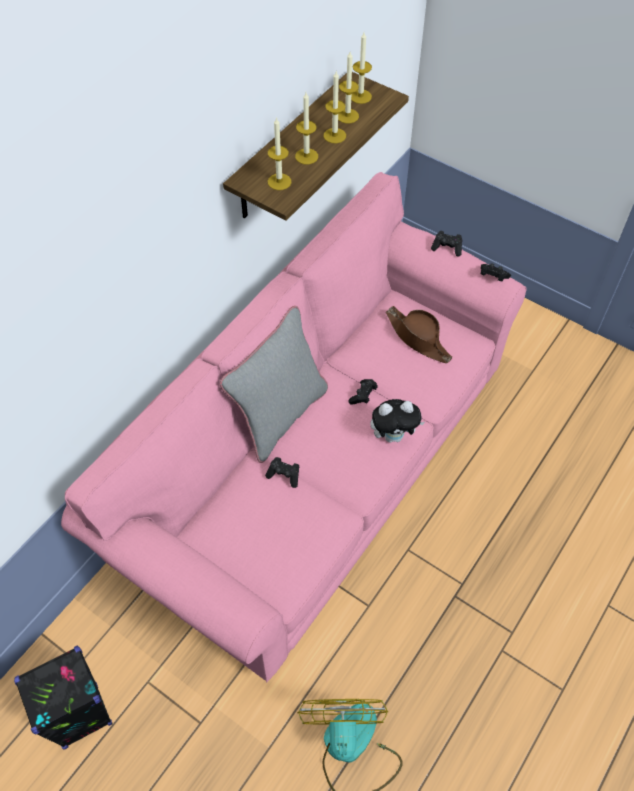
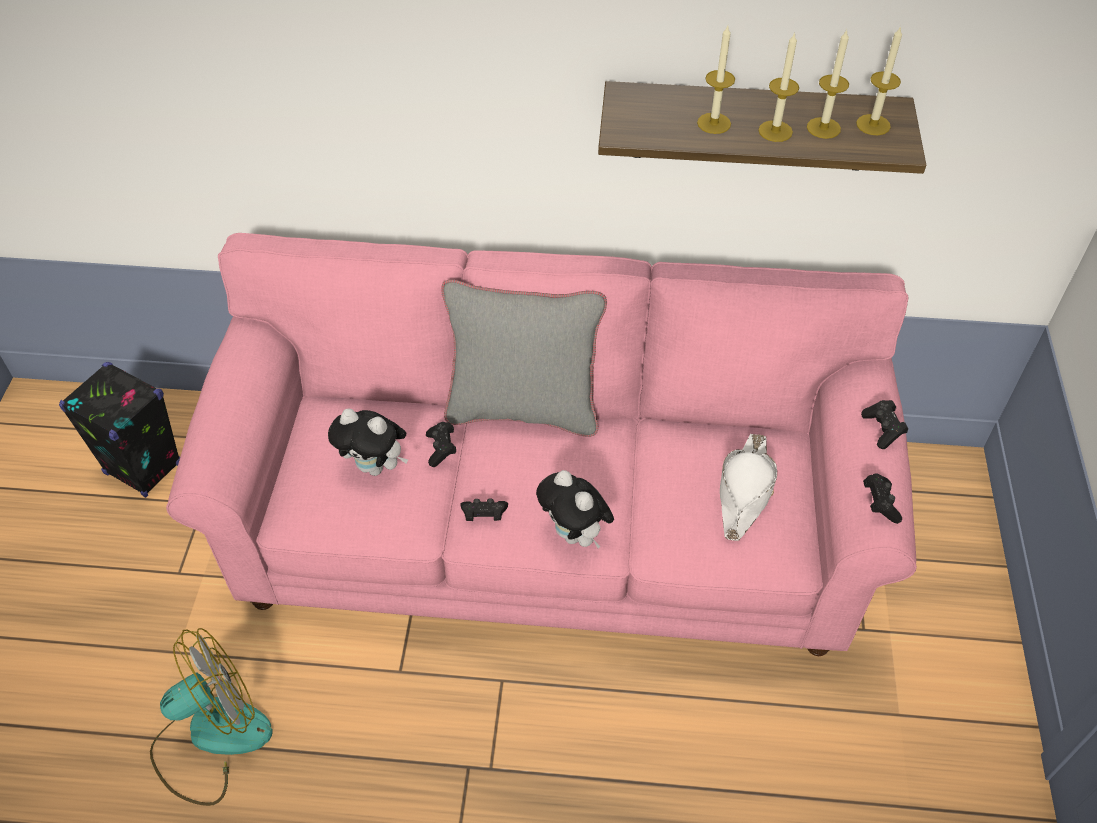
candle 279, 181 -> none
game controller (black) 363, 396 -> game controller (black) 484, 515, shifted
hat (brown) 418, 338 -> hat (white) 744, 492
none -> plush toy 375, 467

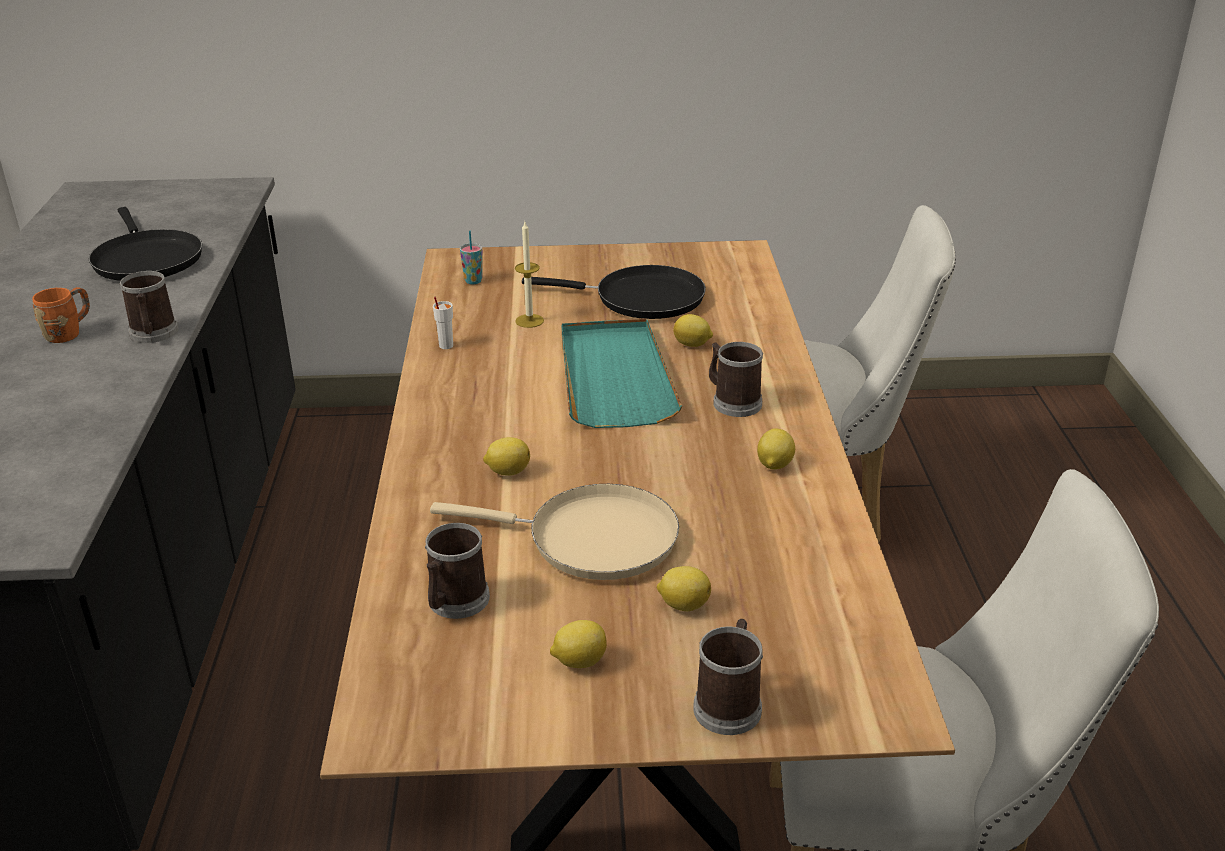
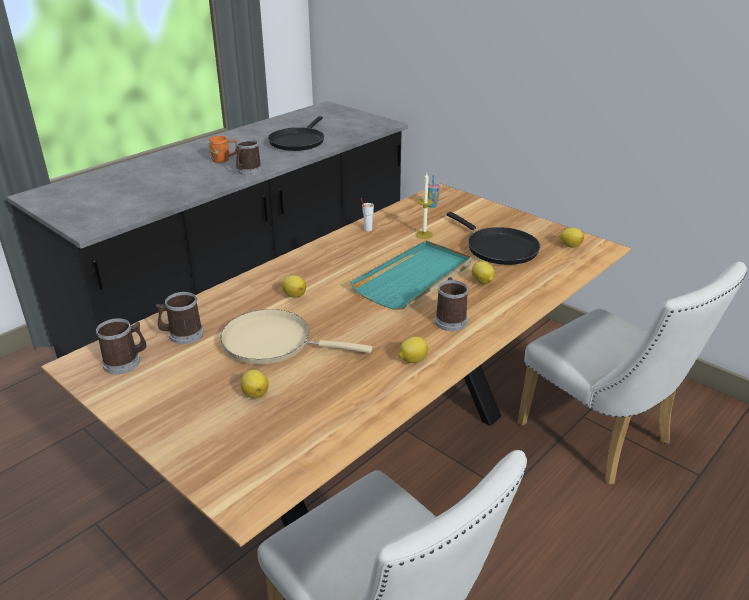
frying pan (beige) 592, 539 -> frying pan (beige) 273, 342, 135 degrees clockwise
lemon 579, 661 -> lemon 569, 246, shifted
mug 729, 704 -> mug 126, 362, shifted

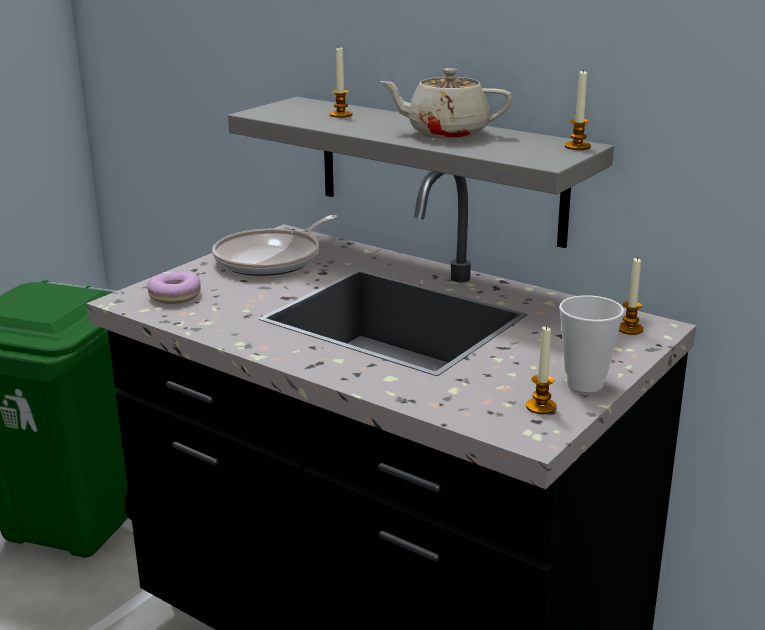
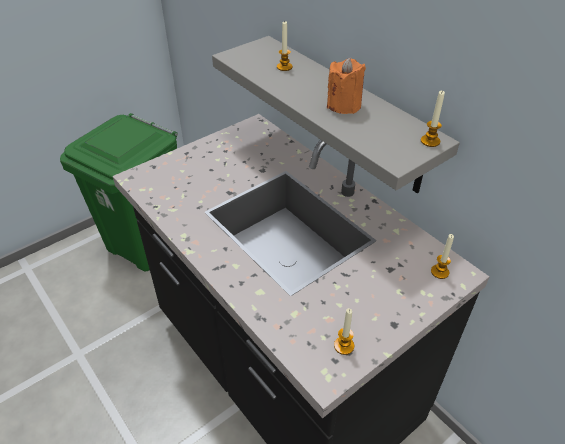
donut 175, 295 -> none
frying pan 272, 259 -> none
teapot (beige) 446, 133 -> candle (orange) 344, 105
cup 585, 383 -> none

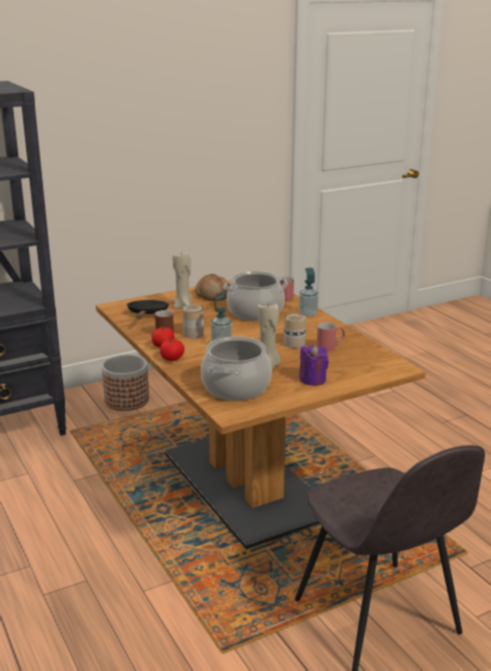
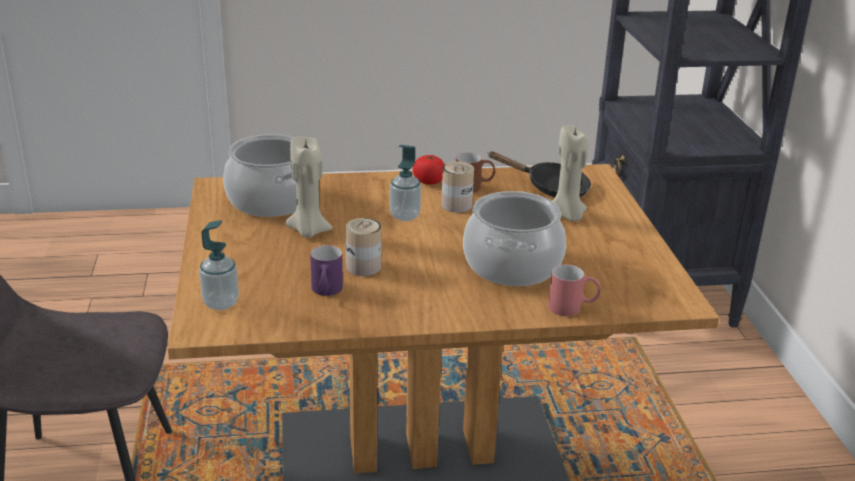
planter 127, 400 -> none
tomato 172, 358 -> none
bread 213, 295 -> none
soap dispenser 308, 314 -> soap dispenser 221, 303, shifted
candle (purple) 312, 379 -> none
mug (red) 330, 347 -> mug (purple) 326, 292

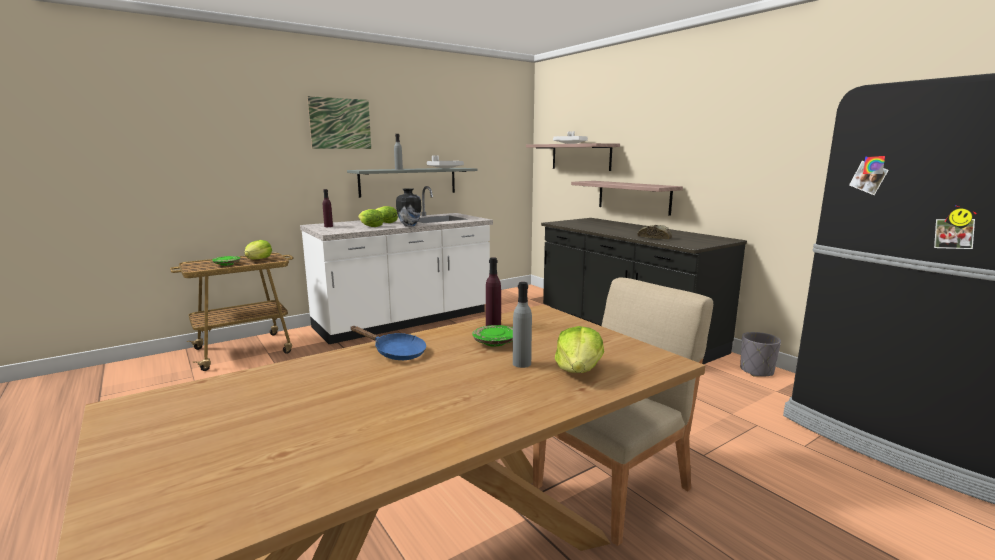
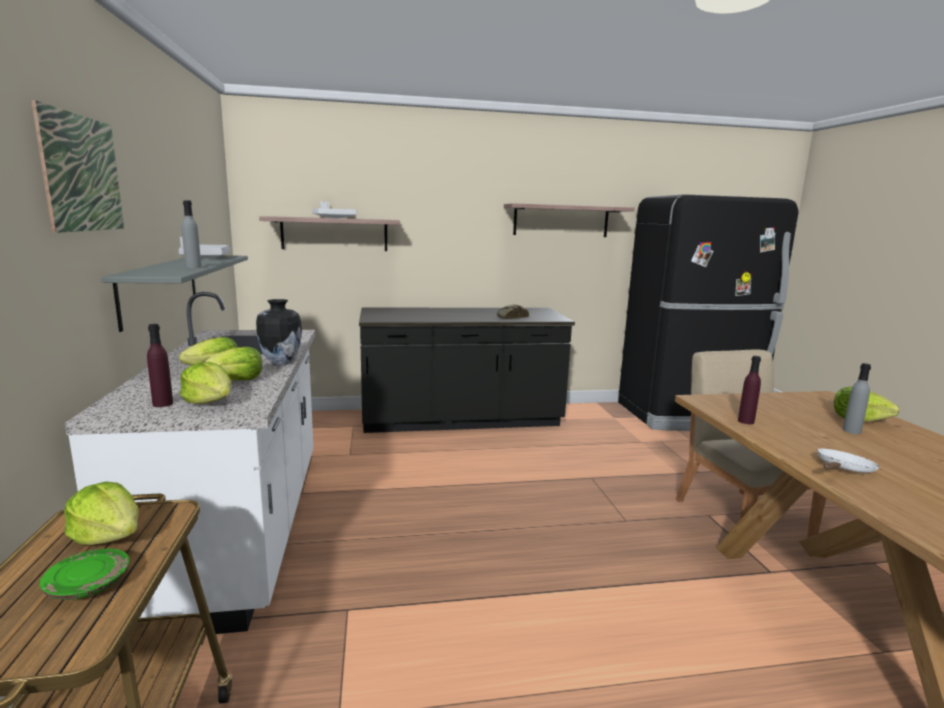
frying pan (blue) 395, 353 -> frying pan (white) 843, 469
plate (green) 495, 342 -> none
shelf 633, 197 -> shelf 561, 221, shifted
planter (grey) 756, 371 -> none
none -> lettuce 210, 401

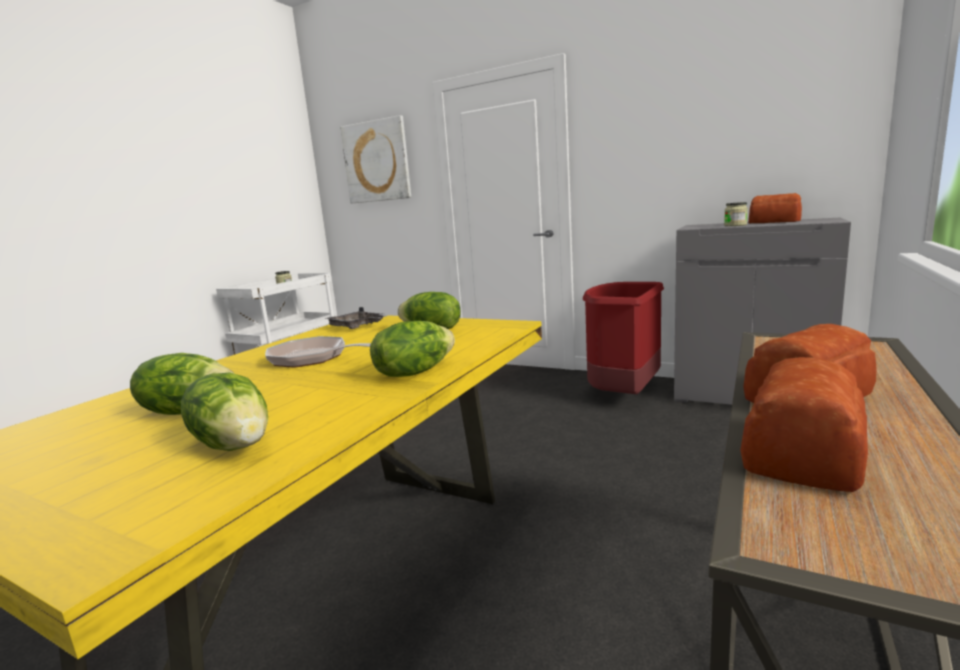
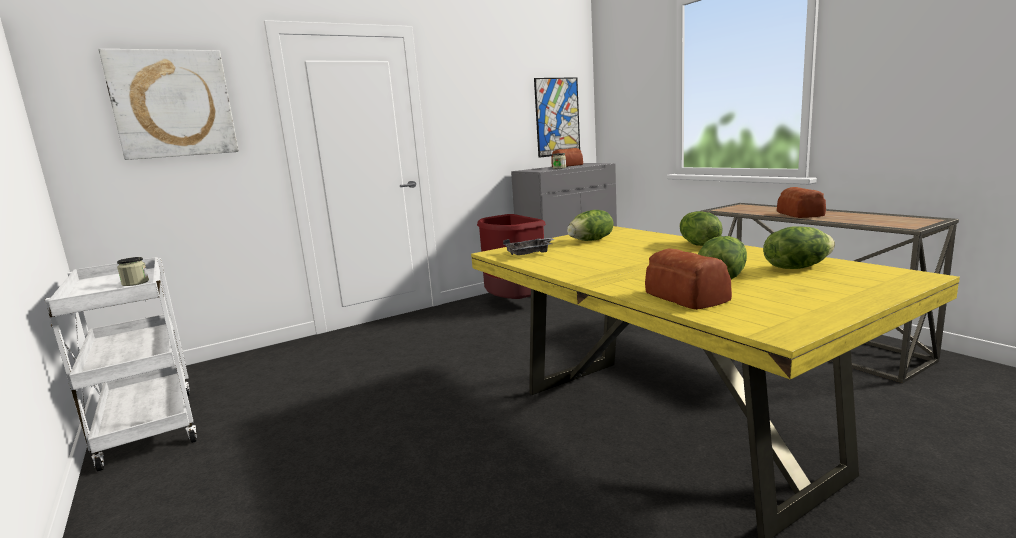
frying pan 313, 358 -> none
bread 799, 453 -> bread 686, 298, shifted
none -> picture 557, 117

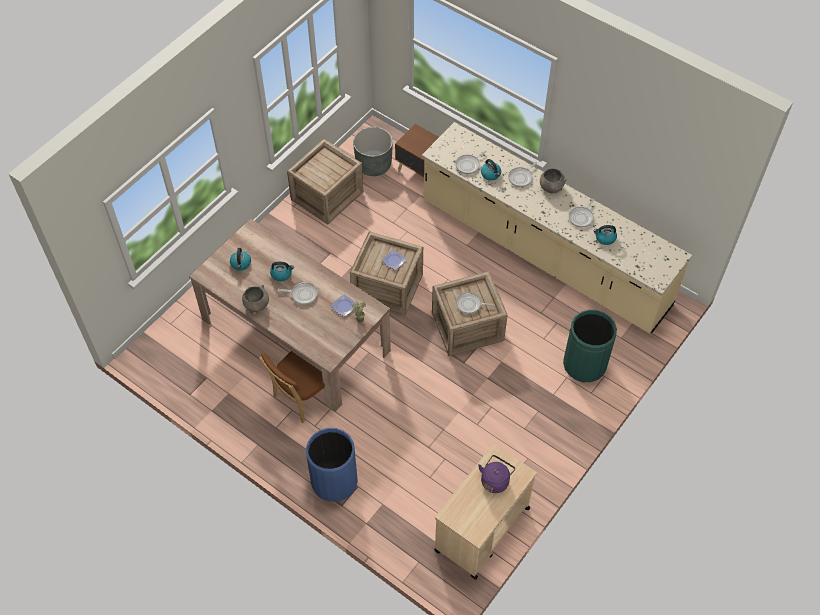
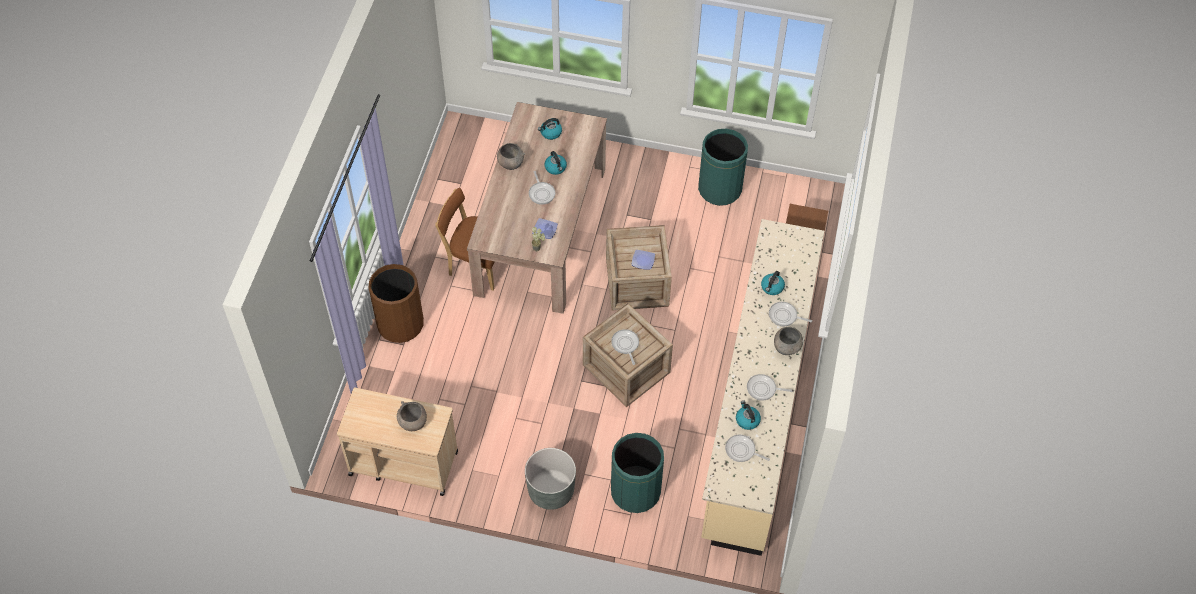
crate 328, 195 -> trash can (green) 720, 189
trash can (blue) 334, 481 -> trash can (brown) 400, 324
planter (grey) 373, 164 -> planter (grey) 551, 491, shifted
frying pan 468, 165 -> frying pan 742, 450, shifted
kettle (purple) 495, 480 -> bowl (grey) 413, 423

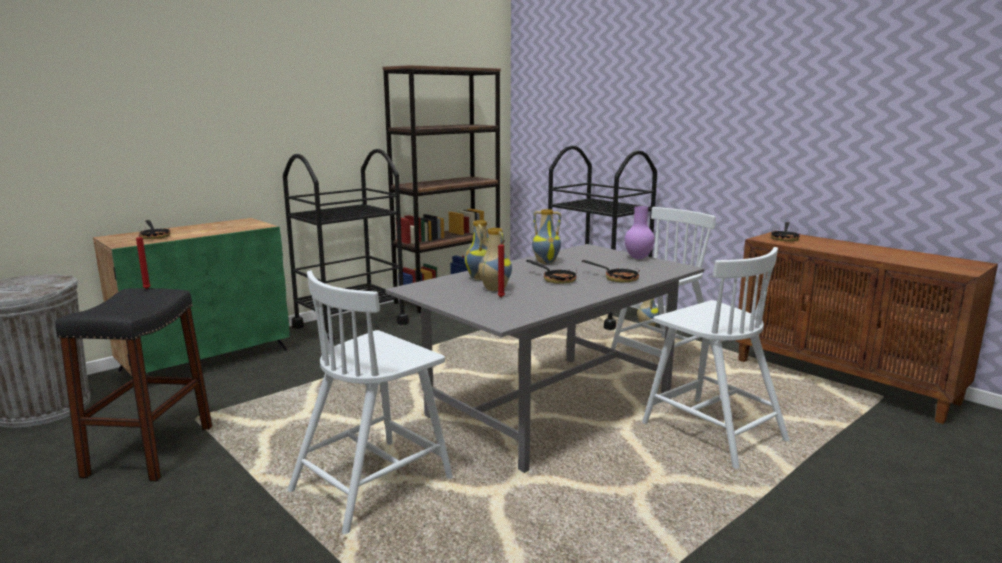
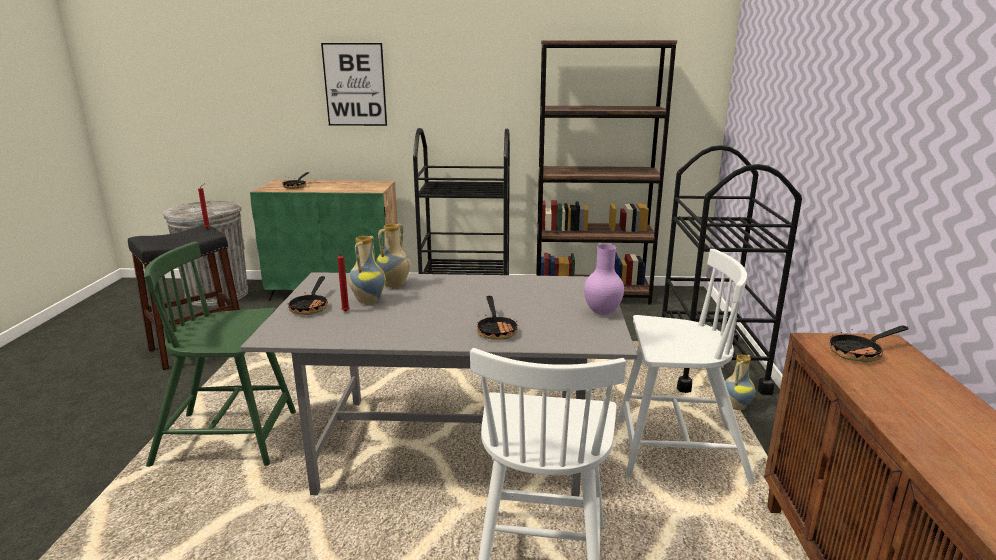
chair (white) 373, 482 -> chair (green) 229, 438
frying pan 555, 279 -> frying pan 311, 307, shifted
vase 546, 262 -> none
none -> picture 355, 85

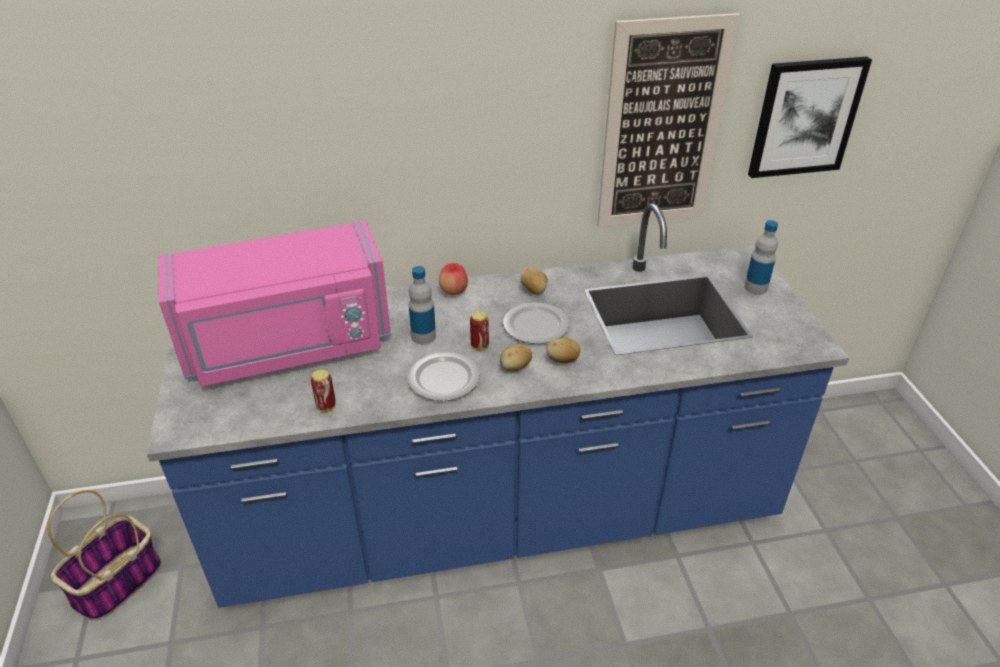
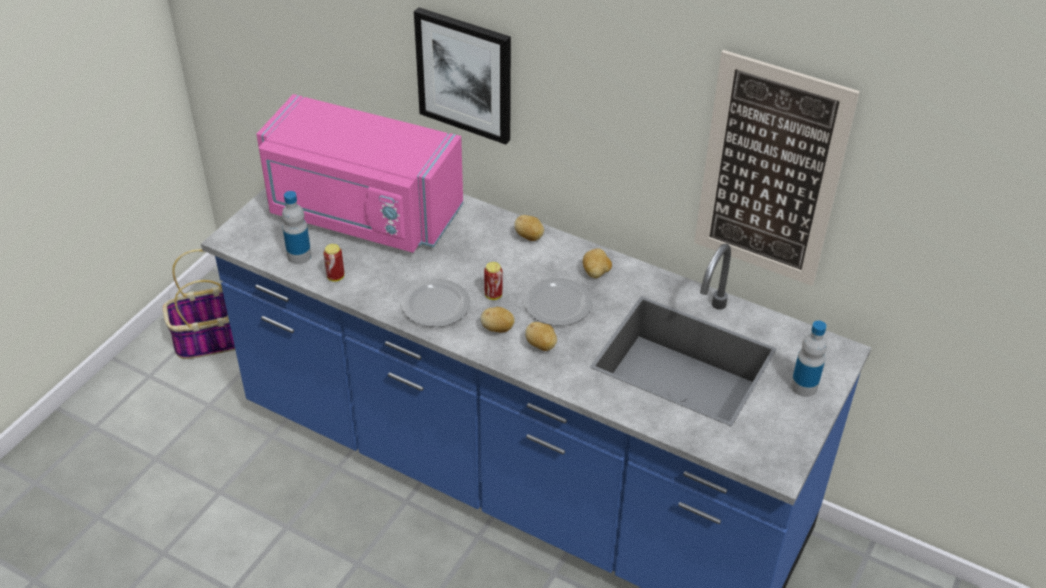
bottle 423, 336 -> bottle 299, 256, shifted
apple 453, 292 -> potato 529, 237
picture 805, 117 -> picture 465, 74, shifted

